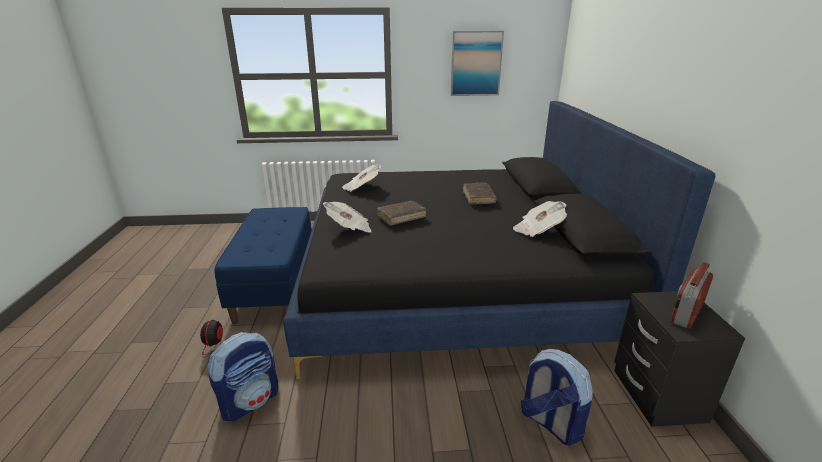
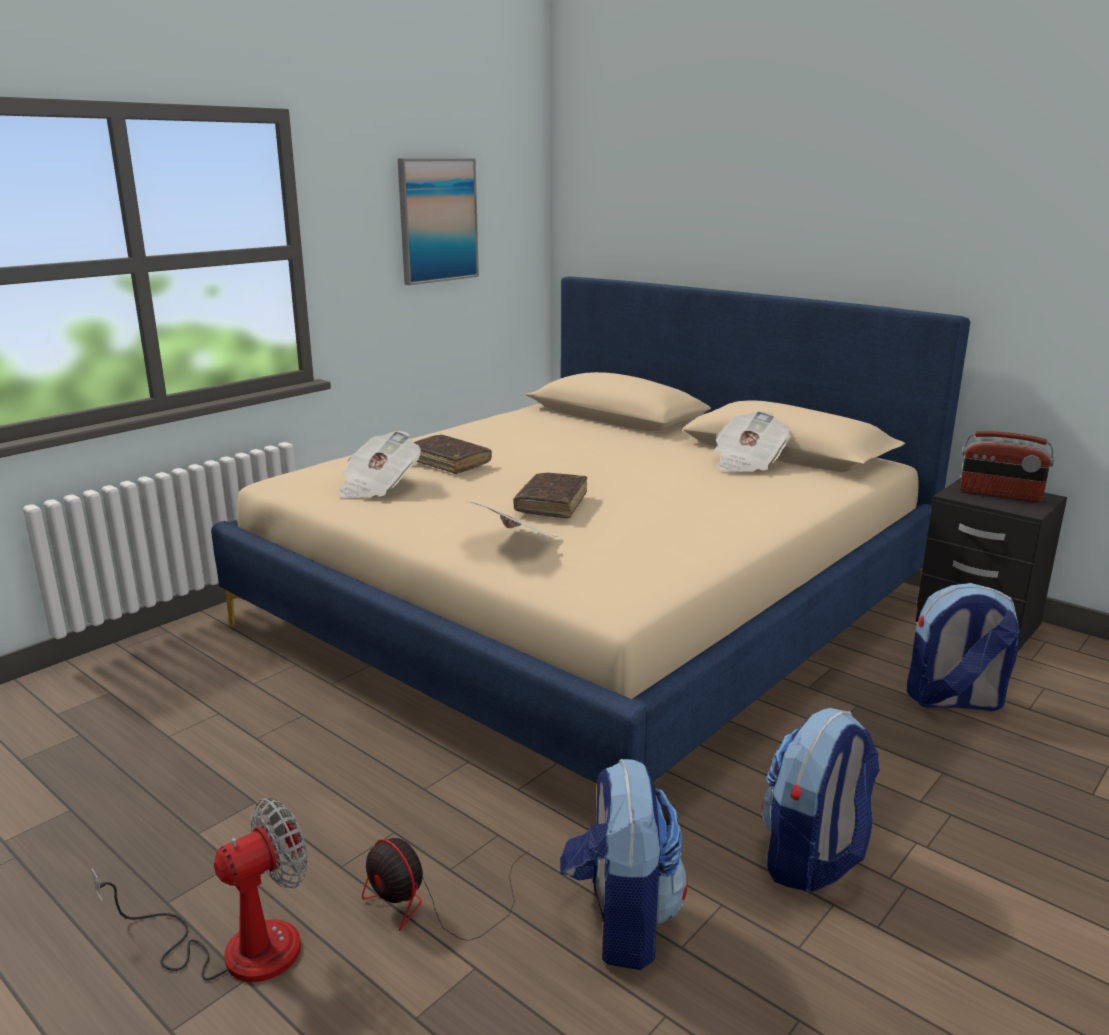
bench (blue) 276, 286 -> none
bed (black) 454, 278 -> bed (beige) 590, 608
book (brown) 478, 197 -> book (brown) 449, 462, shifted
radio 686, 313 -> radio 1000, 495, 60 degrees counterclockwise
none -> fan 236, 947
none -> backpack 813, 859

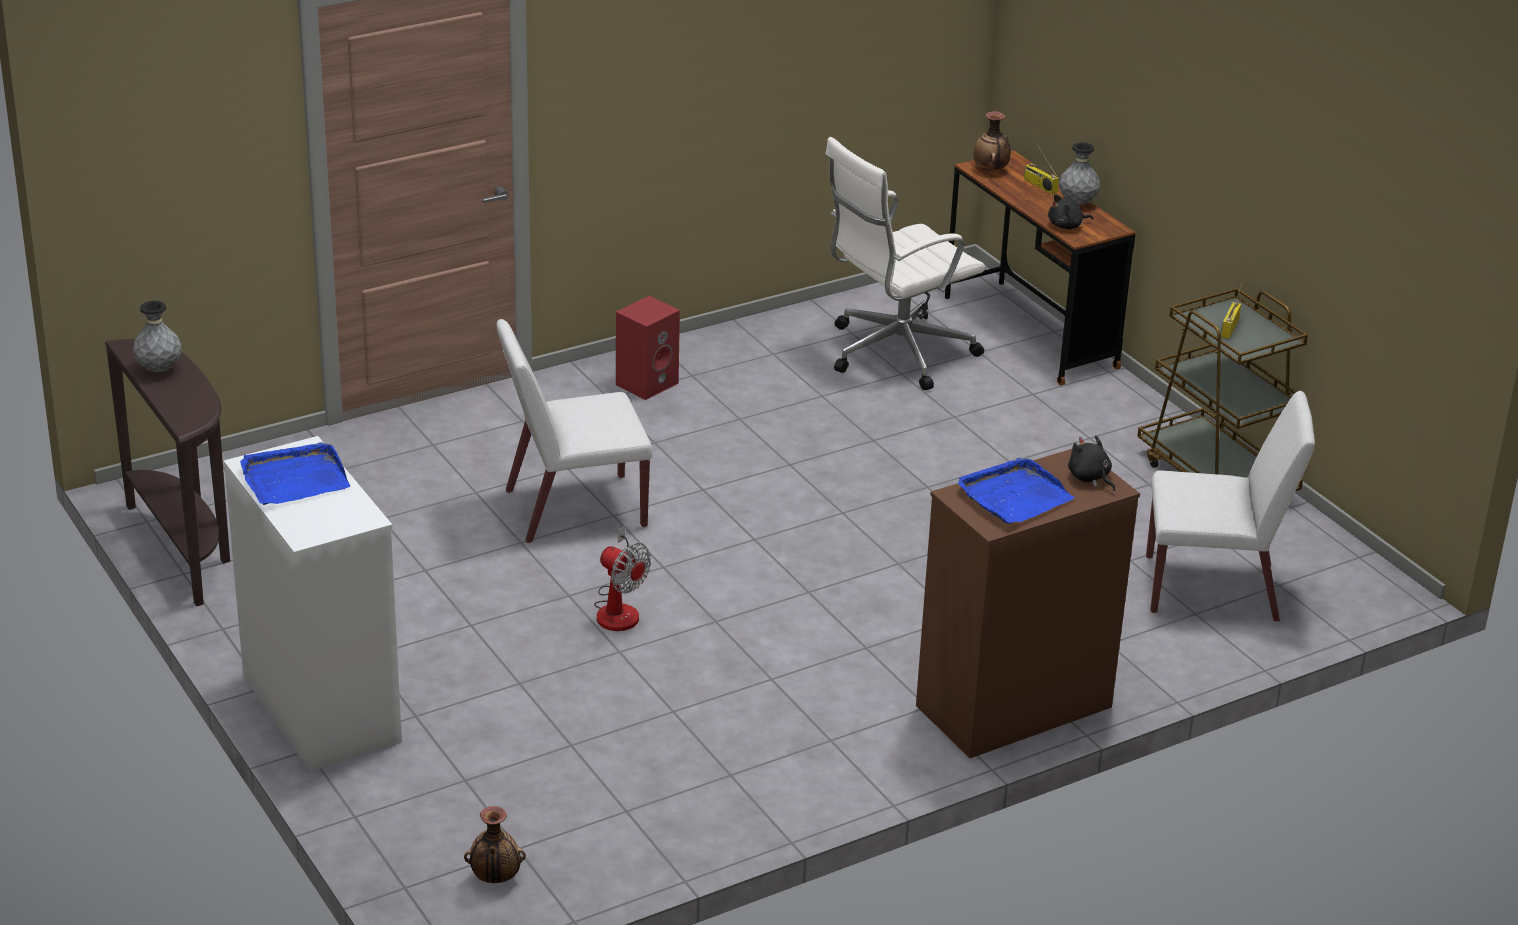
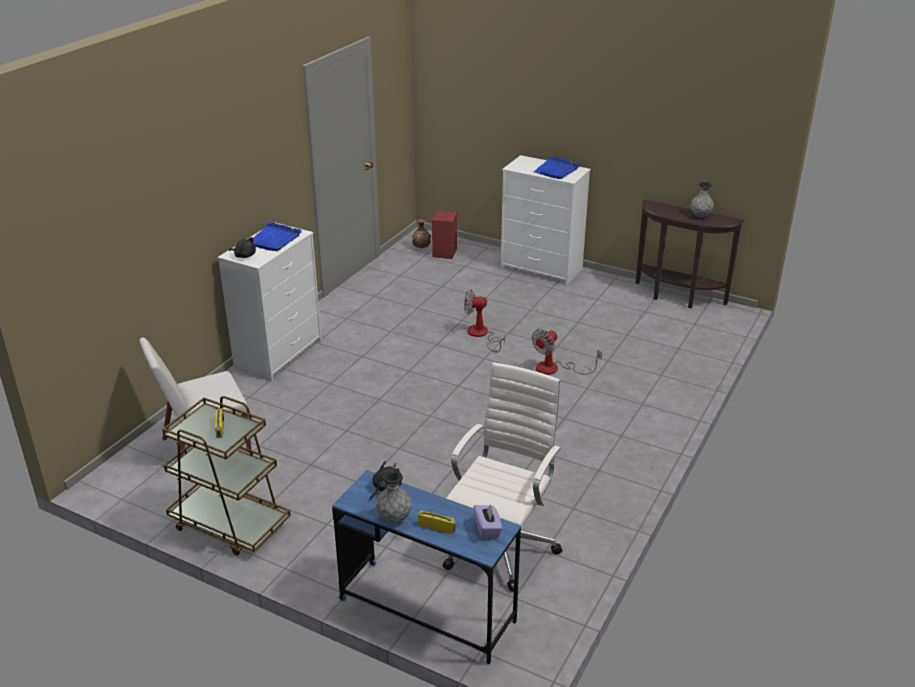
chair (white) 573, 509 -> fan 555, 369
speaker (red) 647, 383 -> speaker (red) 445, 253, shifted
dresser (brown) 1012, 707 -> dresser (white) 279, 354
desk (brown) 1030, 332 -> desk (blue) 427, 611
vase 990, 170 -> tissue box (purple) 487, 529

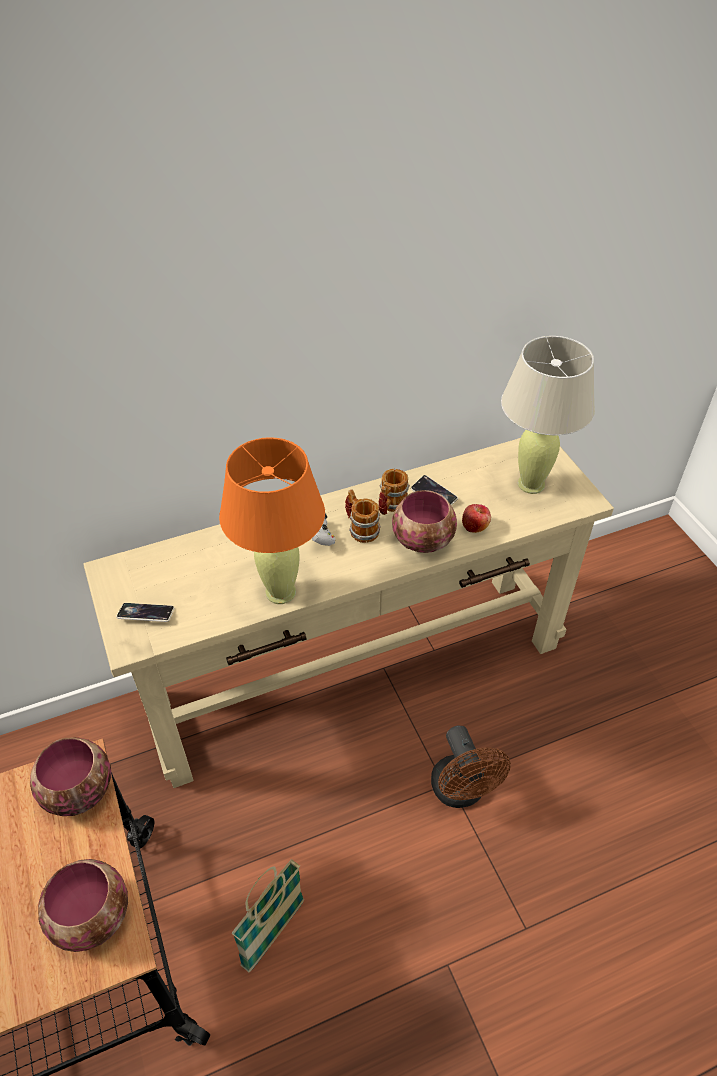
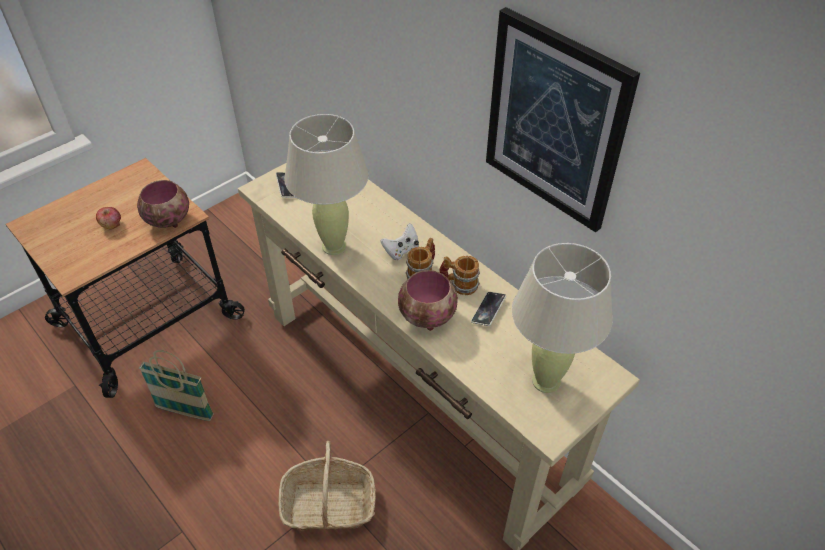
bowl 94, 916 -> none
table lamp (orange) 280, 592 -> table lamp (beige) 334, 246
fan (brown) 461, 792 -> basket 329, 505
apple 475, 526 -> apple 111, 225, shifted
none -> picture 555, 121

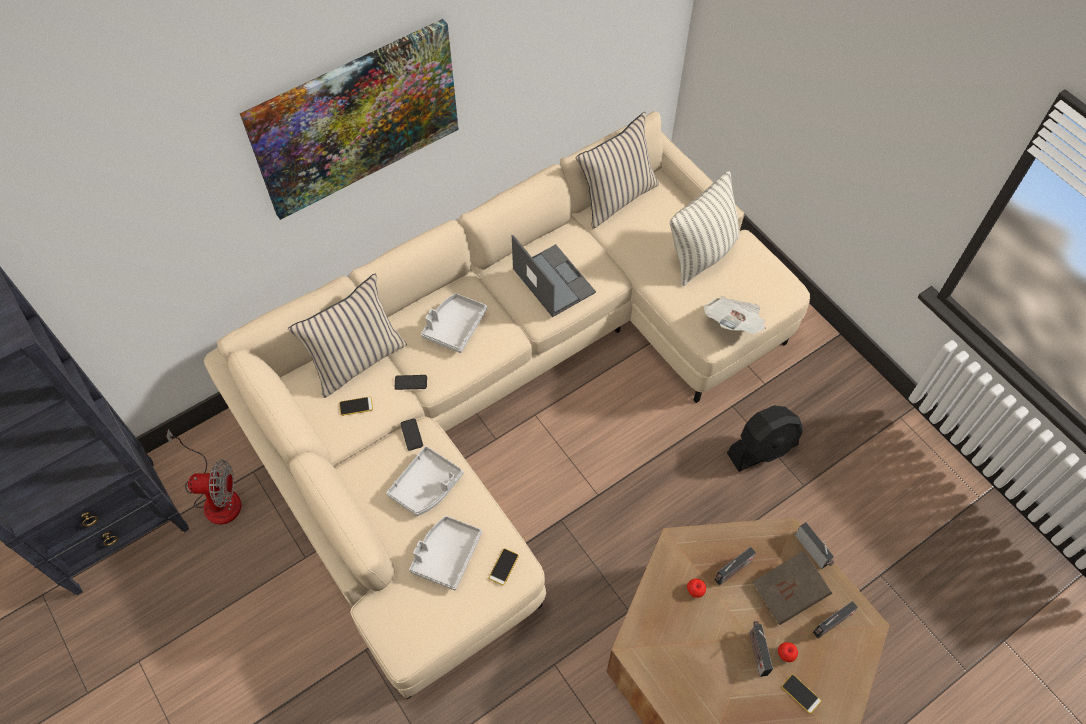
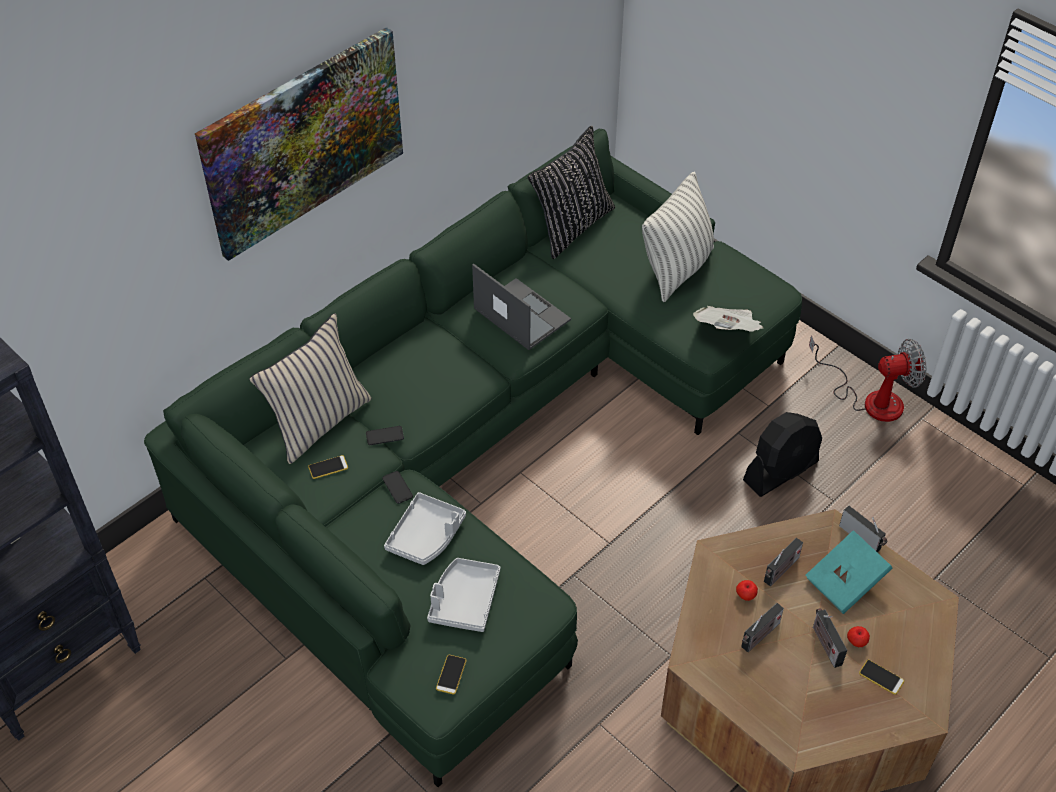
fan 215, 496 -> fan 870, 399, shifted
sofa (beige) 505, 389 -> sofa (green) 481, 451
tray (grey) 454, 326 -> none
phone 503, 567 -> phone 451, 674, shifted
pillow (beige) 616, 198 -> pillow (black) 571, 226
book (brown) 788, 592 -> book (turquoise) 845, 582
radio 830, 625 -> radio 759, 637, shifted

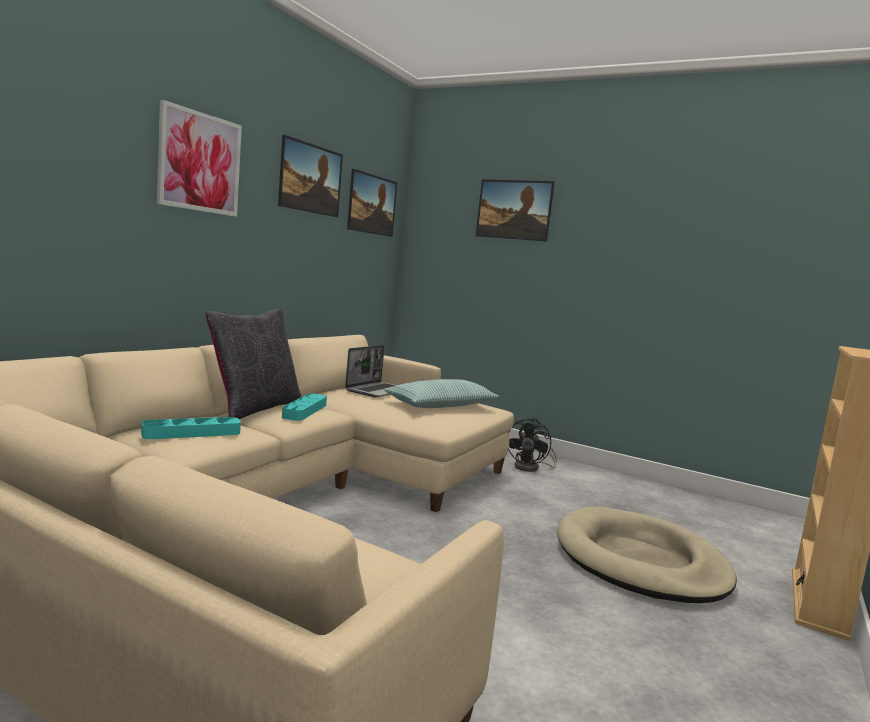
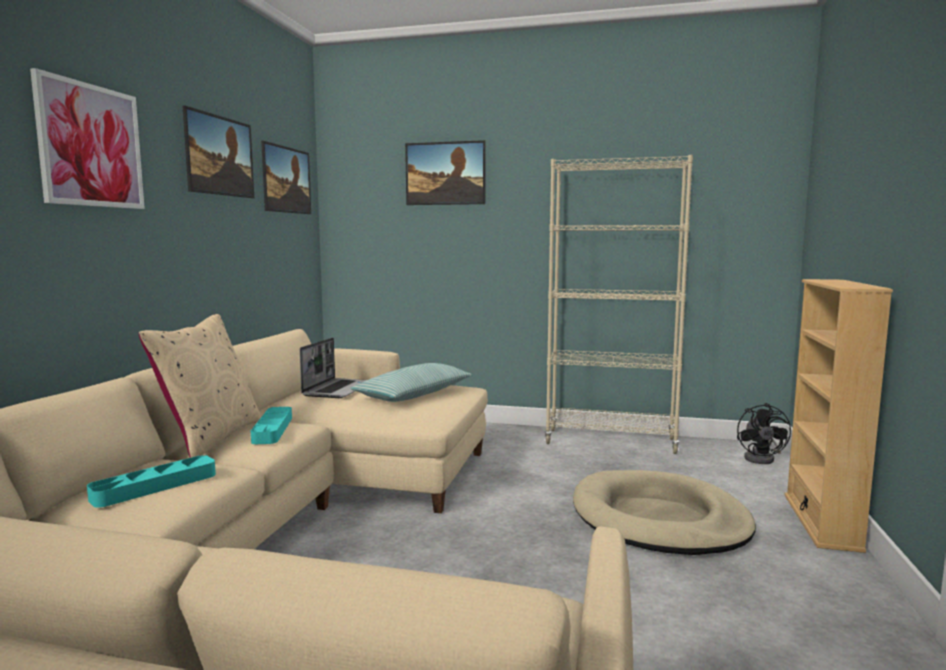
pillow (black) 255, 408 -> pillow (beige) 210, 438
fan (black) 531, 468 -> fan (black) 762, 458, shifted
none -> bookcase (beige) 610, 441

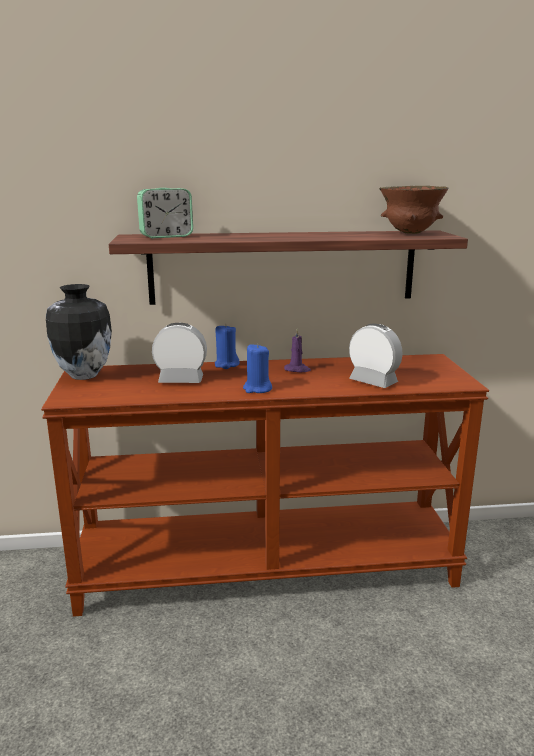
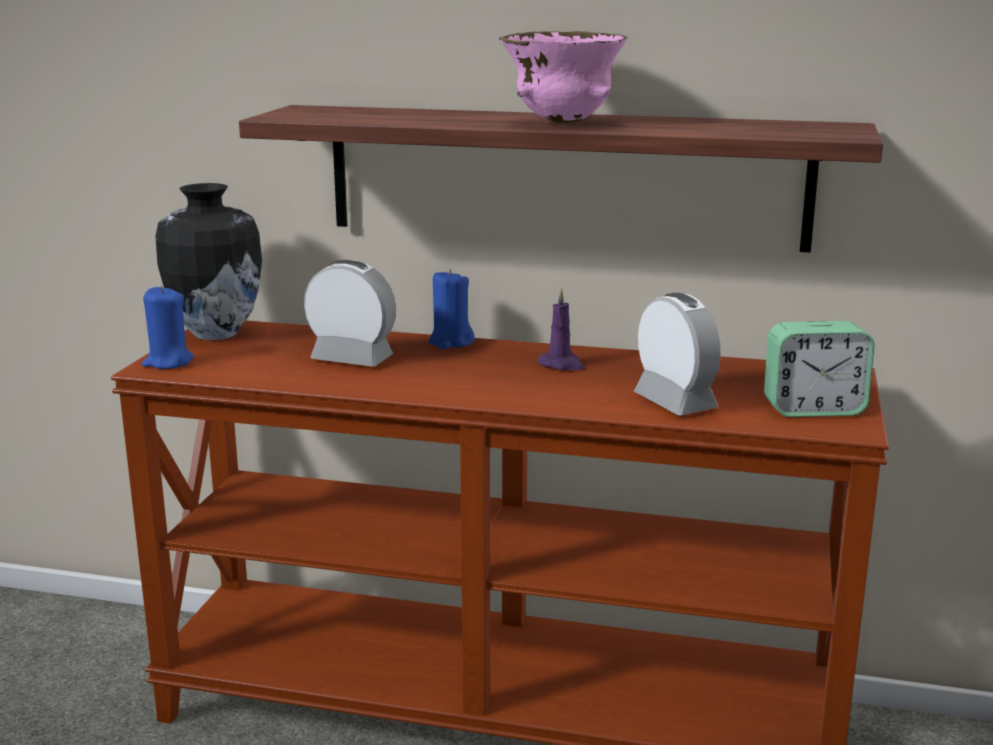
alarm clock 166, 236 -> alarm clock 813, 409, shifted
candle (blue) 257, 389 -> candle (blue) 168, 362, shifted
bowl (brown) 410, 233 -> none
none -> bowl (pink) 562, 122

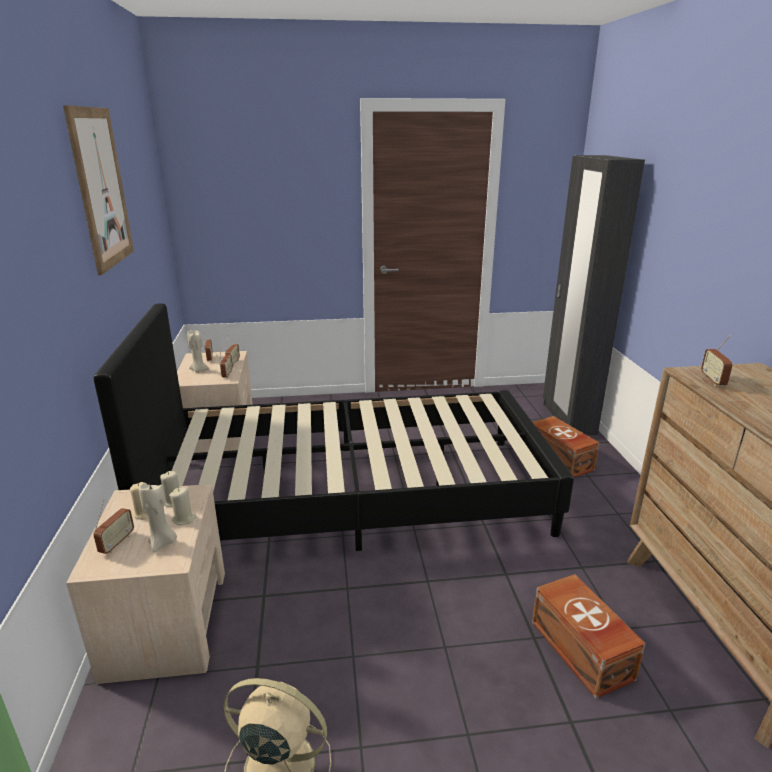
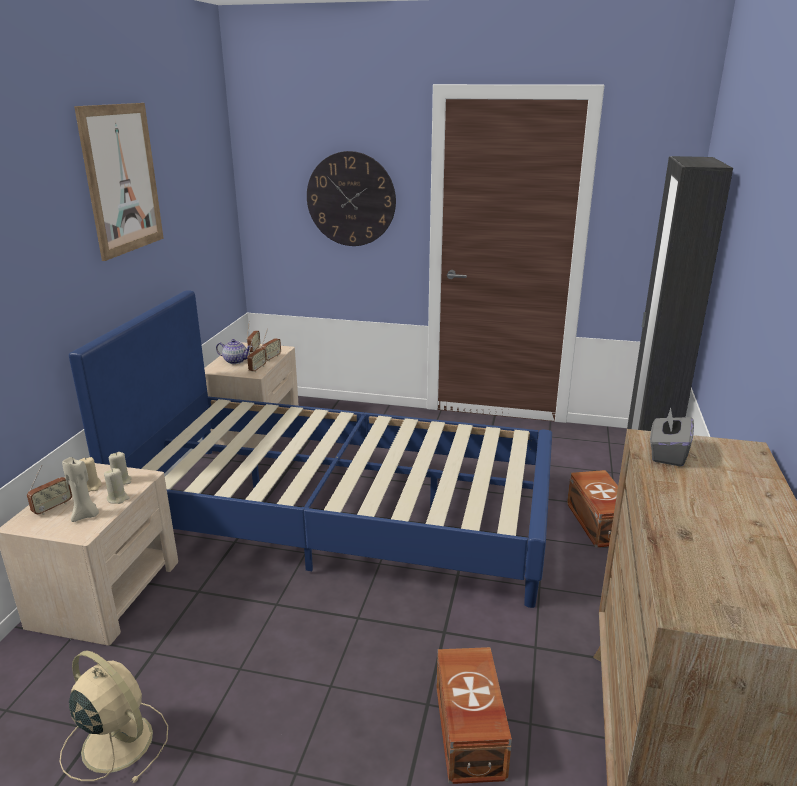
bed (black) 351, 496 -> bed (blue) 340, 515
candle (beige) 199, 370 -> teapot 235, 361
radio 713, 381 -> tissue box (grey) 667, 454
none -> wall clock 351, 199

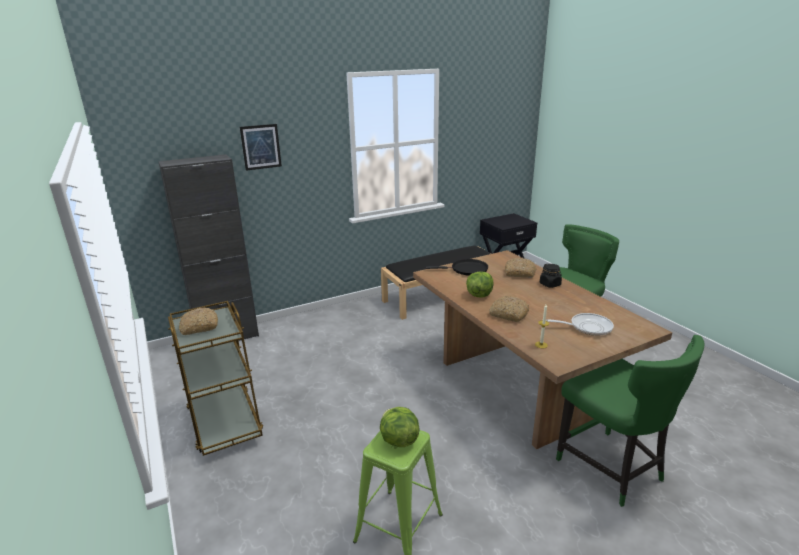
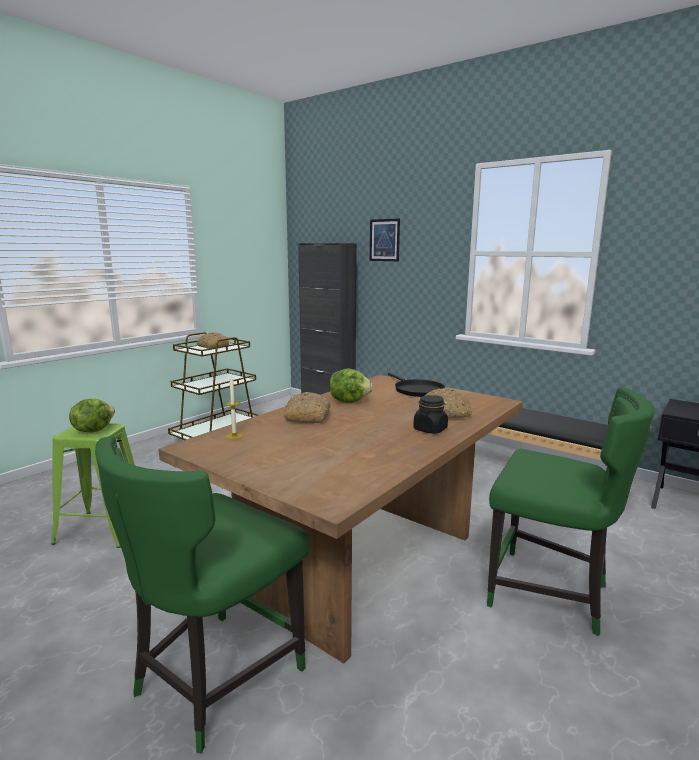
frying pan 587, 327 -> none

